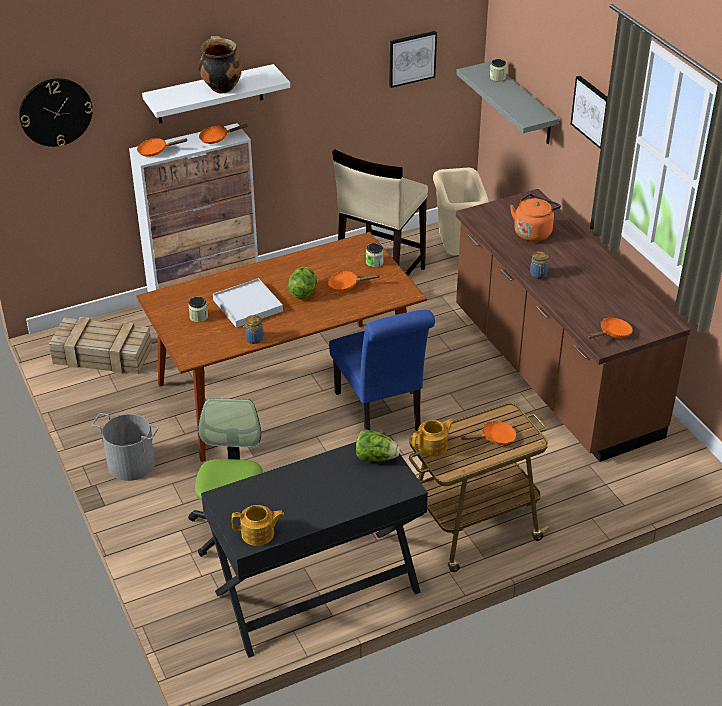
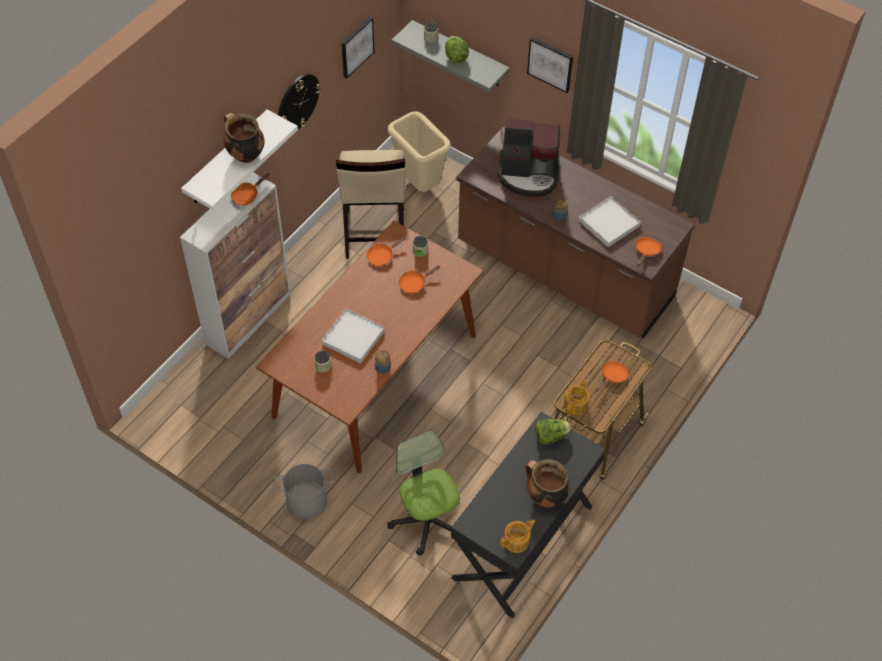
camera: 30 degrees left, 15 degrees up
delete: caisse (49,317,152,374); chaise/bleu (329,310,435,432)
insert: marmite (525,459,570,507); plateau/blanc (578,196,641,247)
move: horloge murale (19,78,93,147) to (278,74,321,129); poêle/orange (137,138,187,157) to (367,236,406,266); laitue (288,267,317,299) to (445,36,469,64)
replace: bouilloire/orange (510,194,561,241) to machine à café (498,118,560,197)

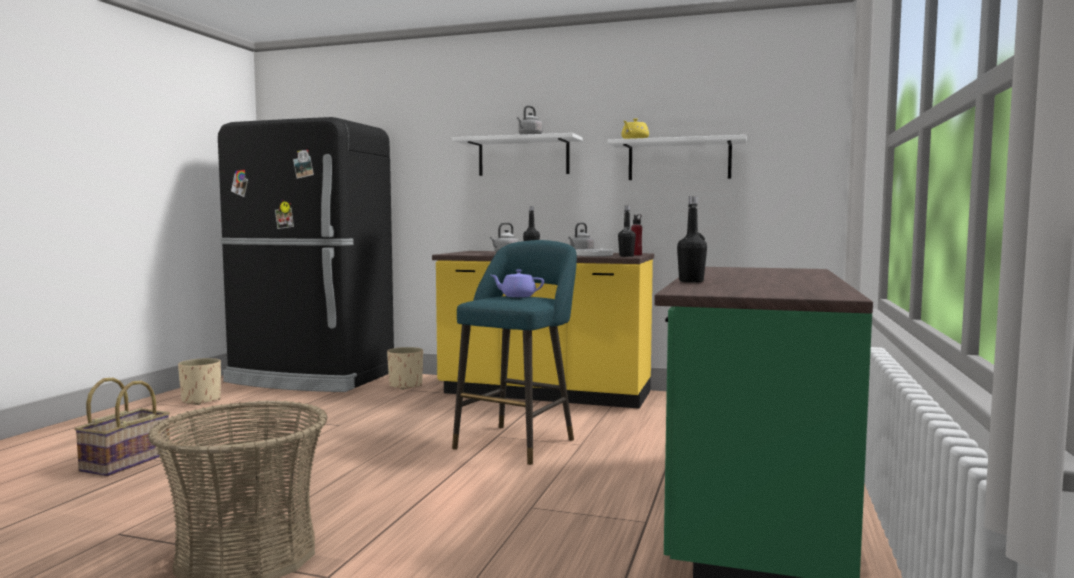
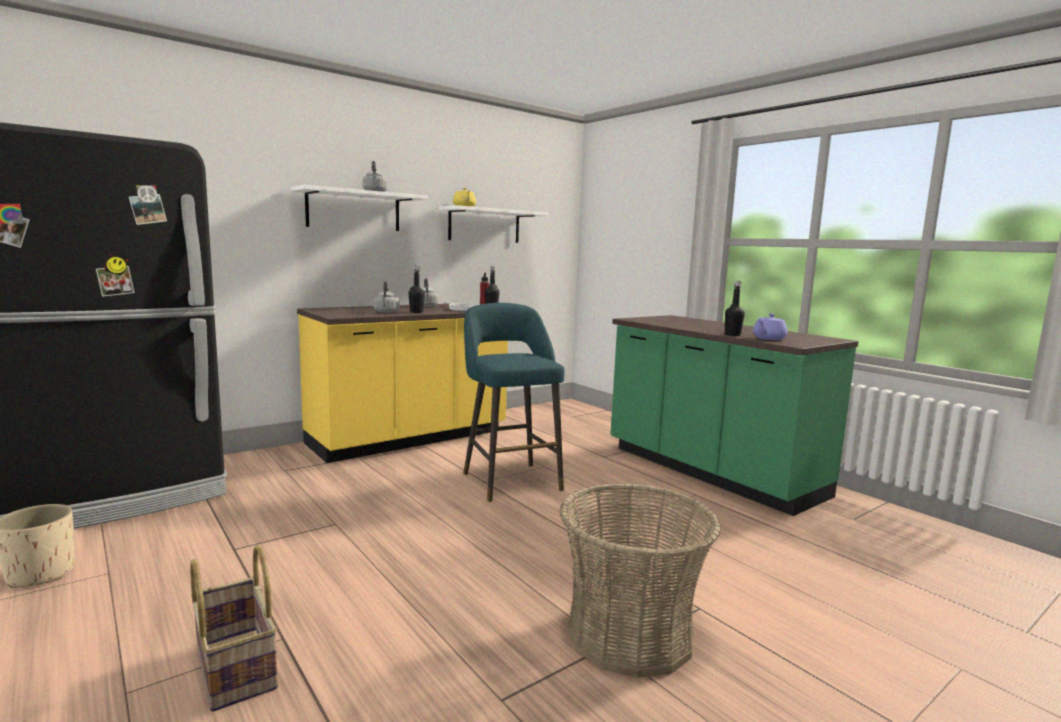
camera: 55 degrees left, 5 degrees up
delete: cache-pot/beige (387,347,423,390)
move: théière/violet (491,269,544,297) to (753,314,788,340)

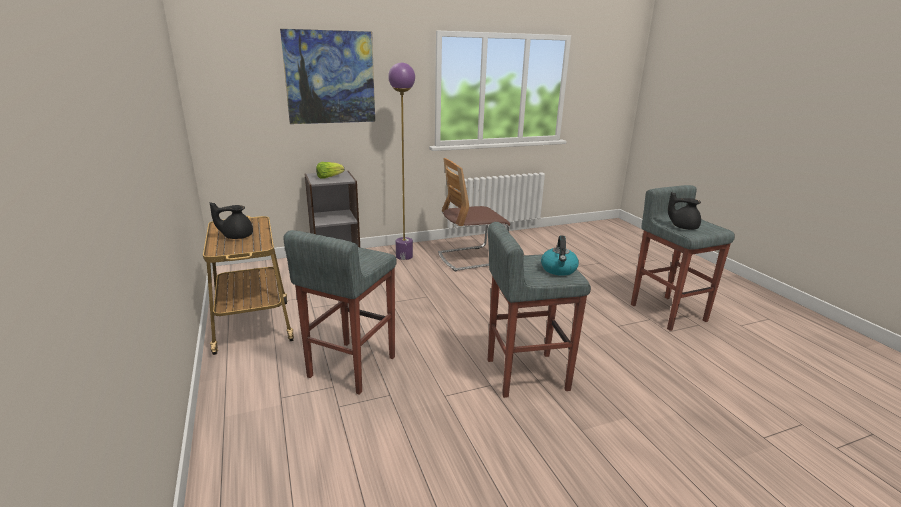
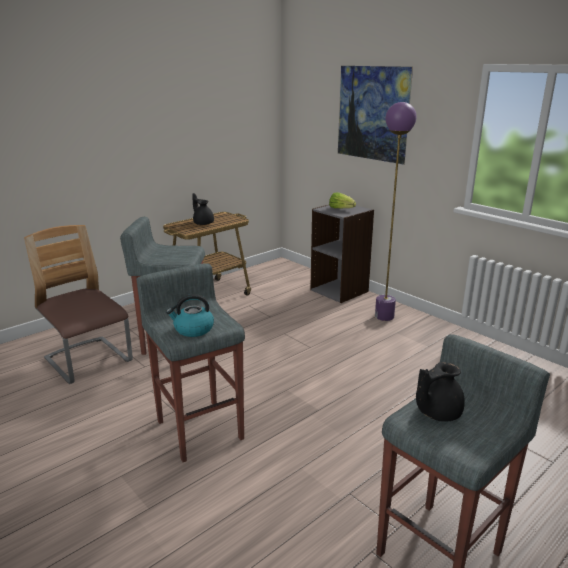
camera: 70 degrees right, 0 degrees up
move: chaise (438,158,510,271) to (24,225,133,384)
rotate: théière/noir (668,192,701,230) = (416,362,465,422) 120 degrees counterclockwise

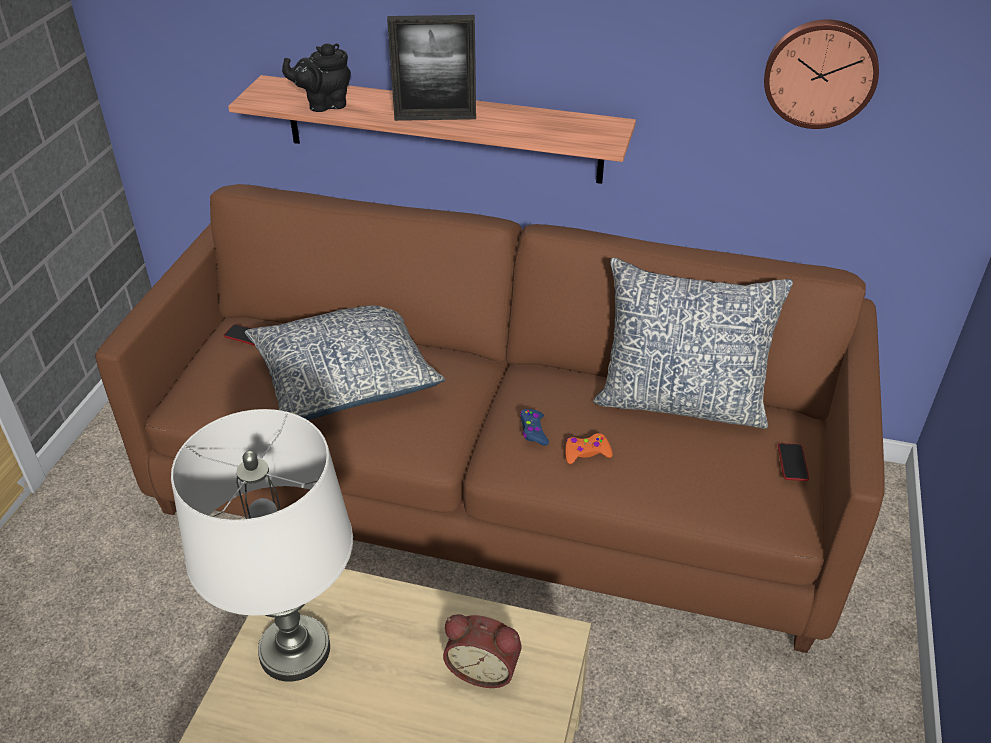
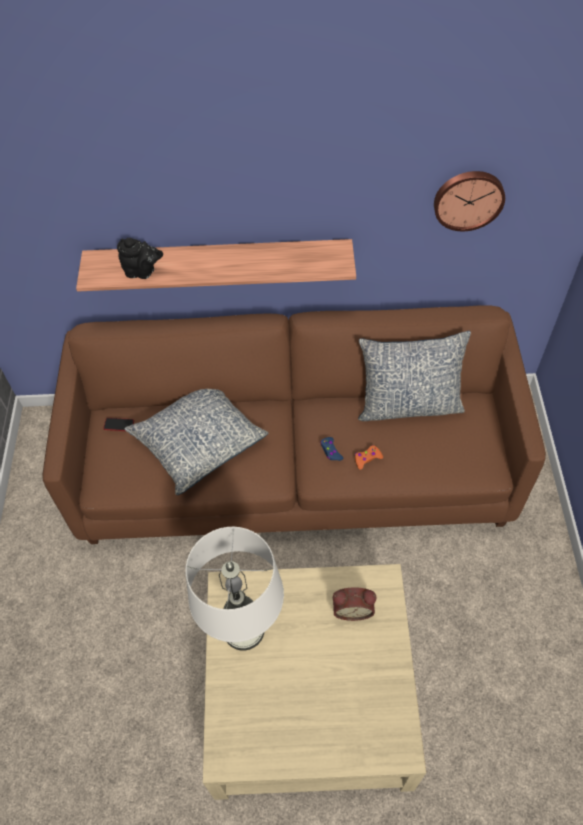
camera: 15 degrees left, 15 degrees up
delete: cadre photo (387,15,476,121); téléphone (778,443,809,481)
rotate: théière/noir (282,43,351,112) = (117,238,163,279) 135 degrees counterclockwise

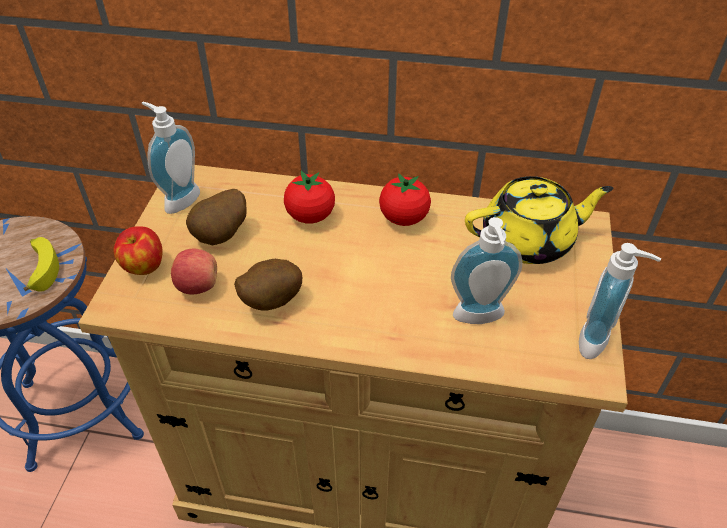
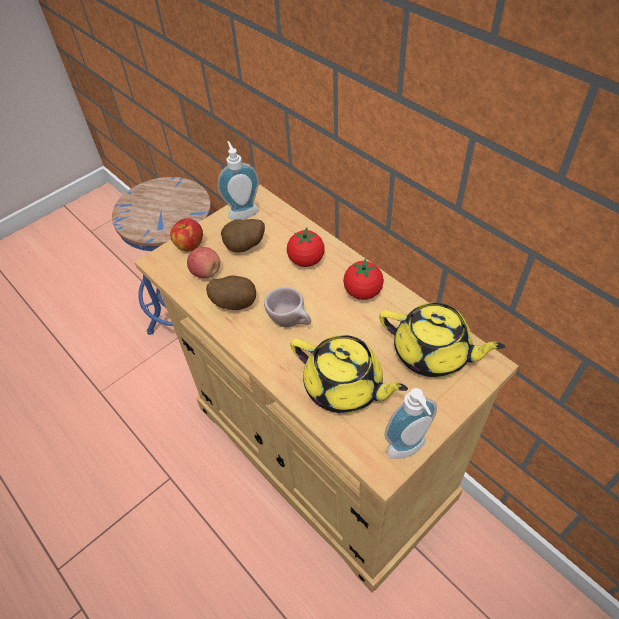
camera: 40 degrees right, 5 degrees up
delete: banane (24,237,59,292)
insert: tasse/beige (264,287,311,327)
replace: distributeur de savon (451,217,522,324) to théière/jaune (290,335,408,413)

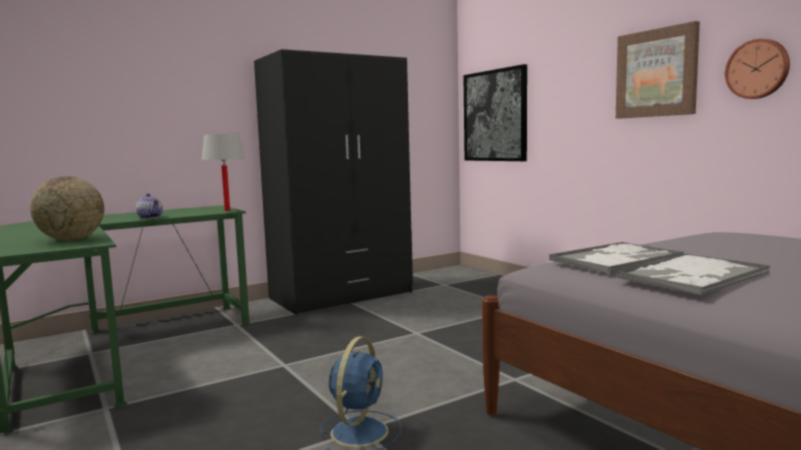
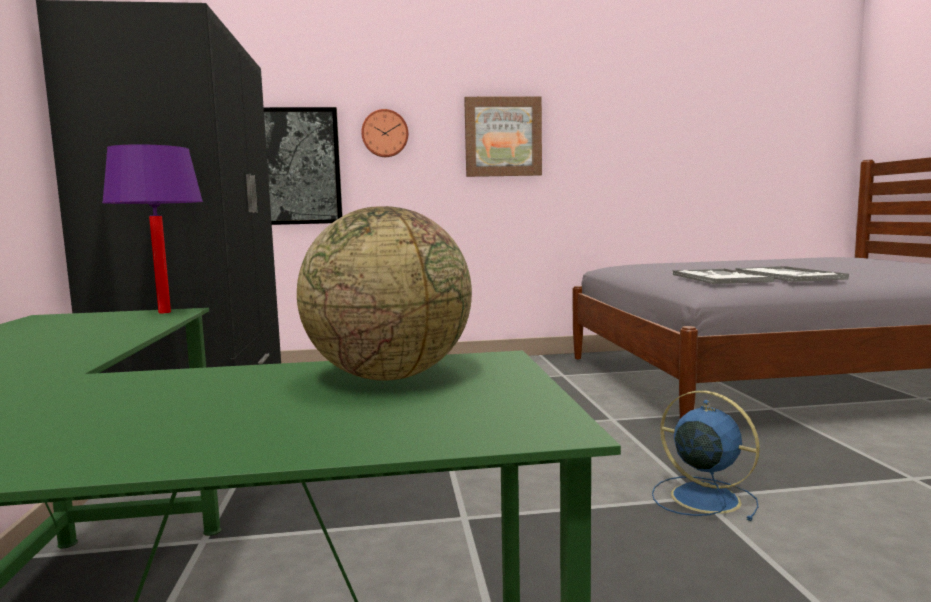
camera: 65 degrees left, 0 degrees up
delete: théière (136,193,163,219)
move: horloge murale (725,39,790,99) to (361,109,408,157)
recolor: lampe de table/blanc (201,134,245,211) to lampe de table/violet (102,144,203,314)

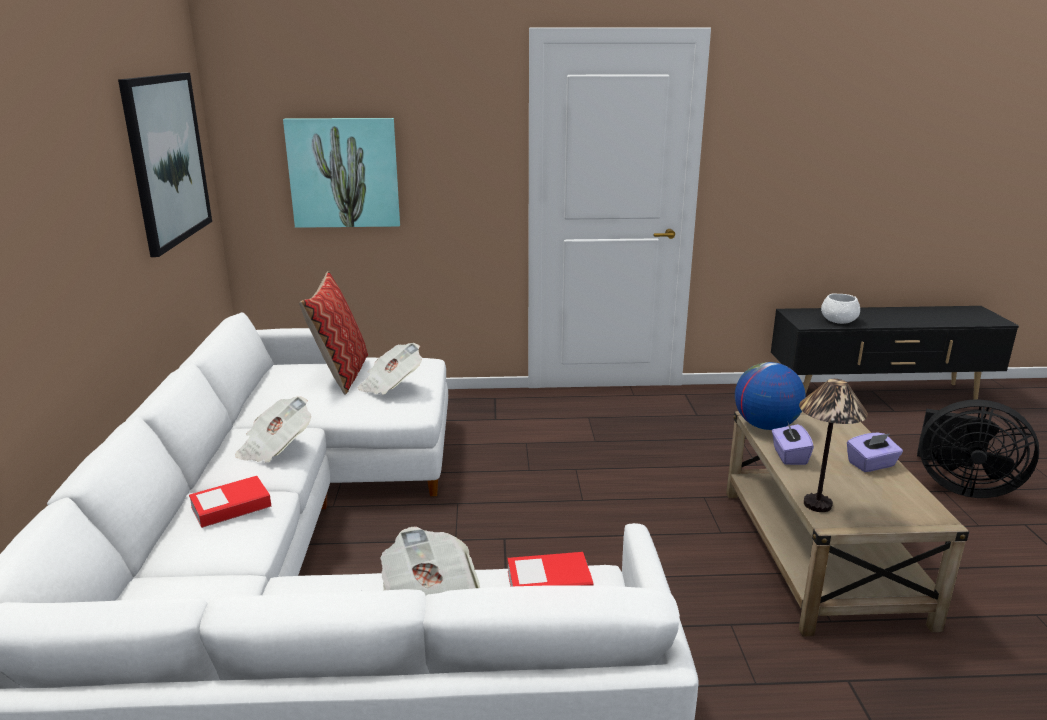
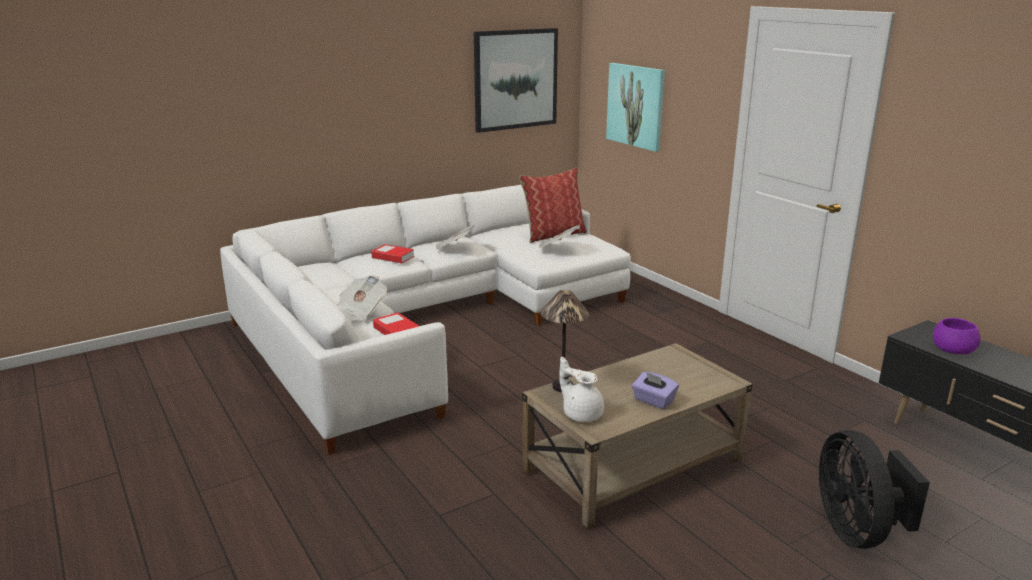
camera: 60 degrees right, 0 degrees up
delete: globe (735,362,806,430); boîte à mouchoirs/violet (772,421,814,465)
insert: théière/blanc (559,357,604,422)
recolor: bol/blanc (821,293,860,324) to bol/violet (933,318,981,354)

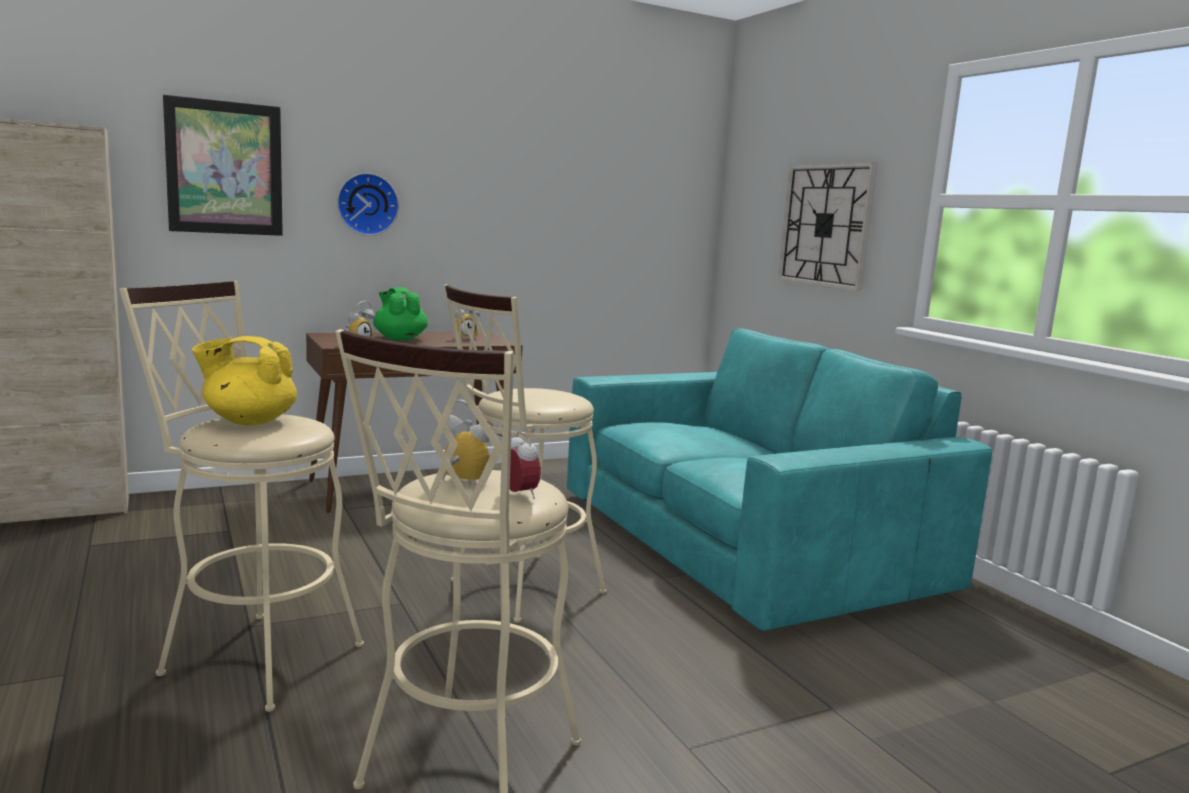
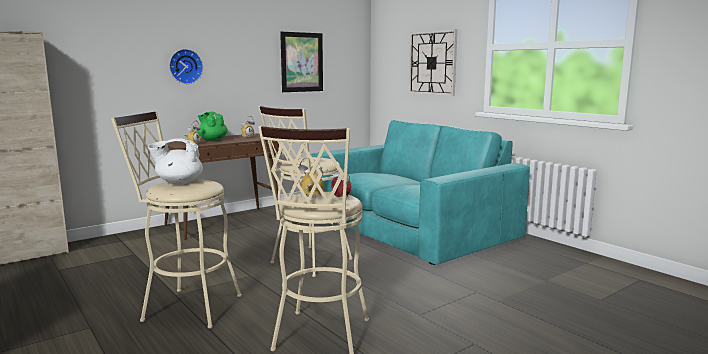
camera: 10 degrees left, 0 degrees up
move: tableau (163,95,283,236) to (280,32,323,92)
recolor: théière/jaune (192,336,297,425) to théière/blanc (148,139,203,185)

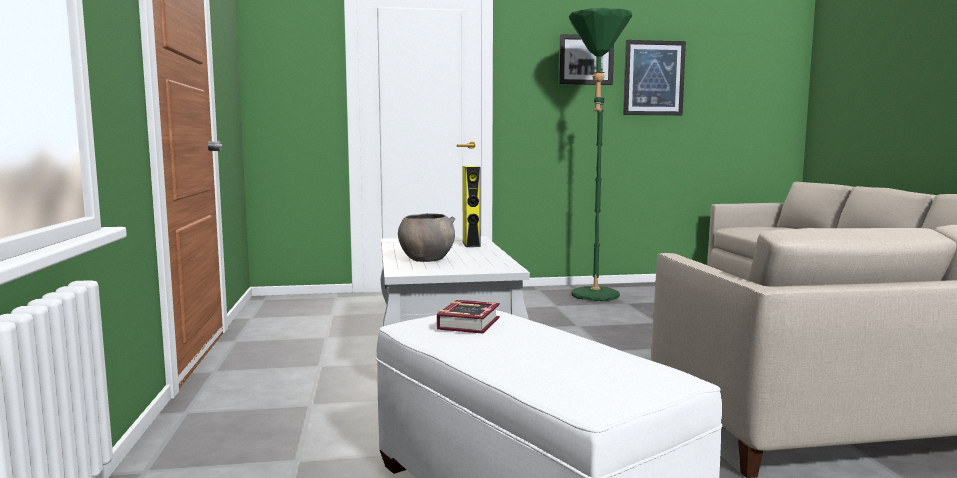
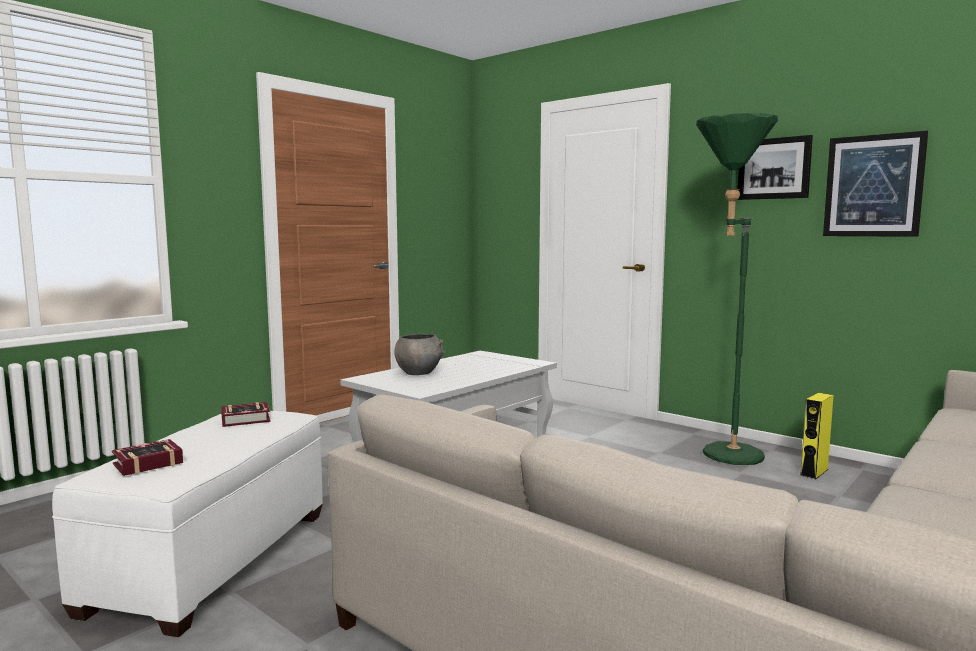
camera: 50 degrees right, 0 degrees up
insert: livre (112,439,183,476)
move: enceinte/jaune (462,166,481,247) to (800,393,834,479)

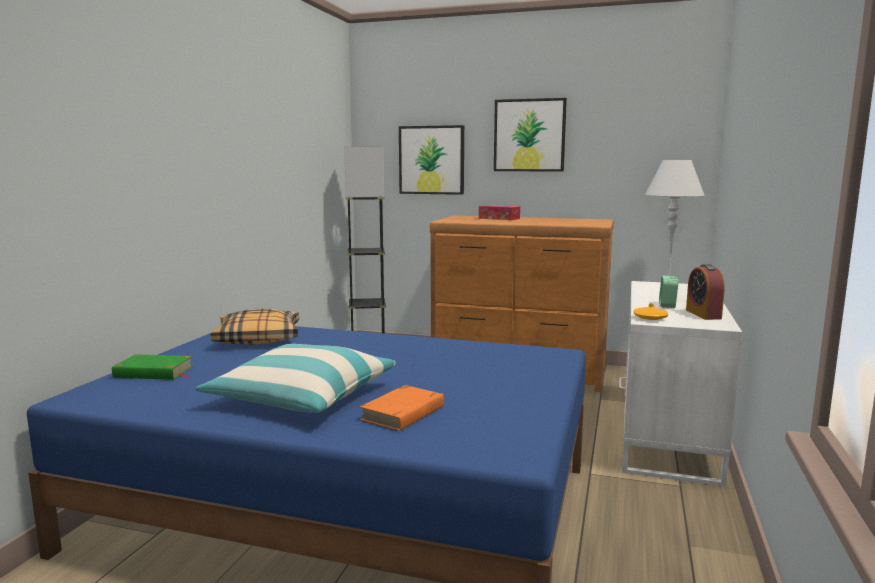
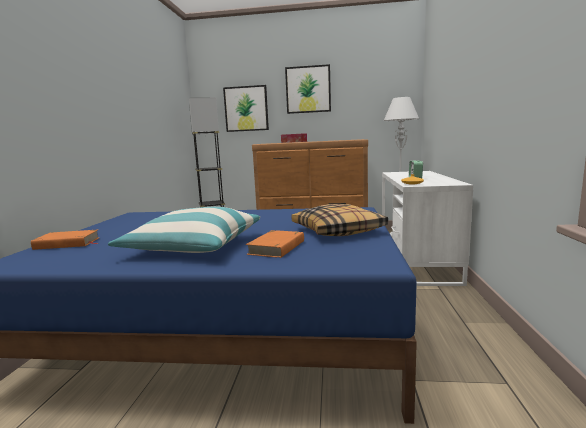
camera: 10 degrees left, 0 degrees up
delete: réveil (686,264,725,320)
move: coussin (211,308,299,345) to (291,204,388,236)
recolor: livre/vert (112,354,193,380) to livre/orange (31,230,100,250)

